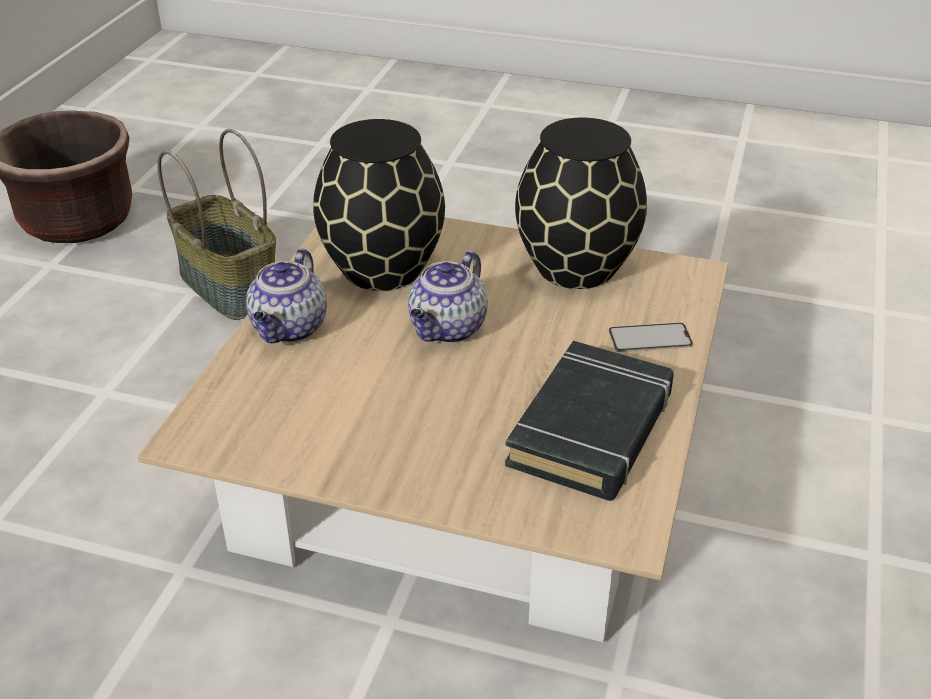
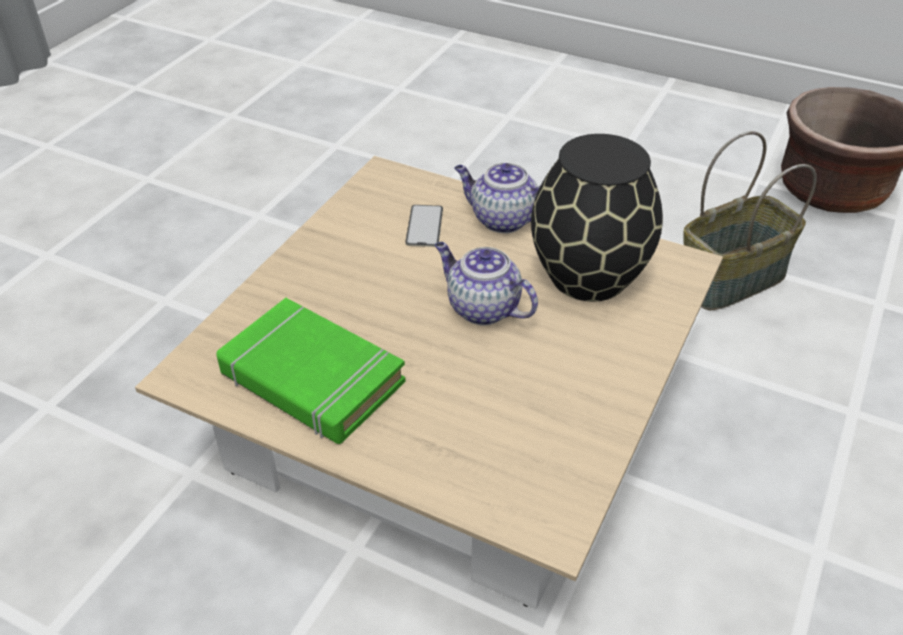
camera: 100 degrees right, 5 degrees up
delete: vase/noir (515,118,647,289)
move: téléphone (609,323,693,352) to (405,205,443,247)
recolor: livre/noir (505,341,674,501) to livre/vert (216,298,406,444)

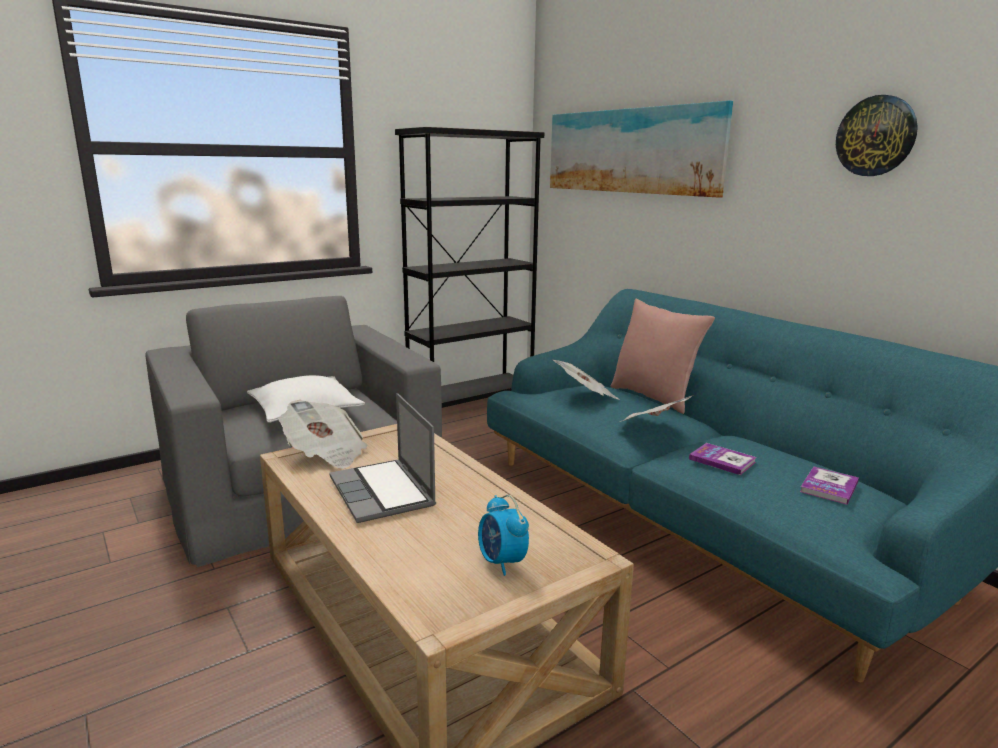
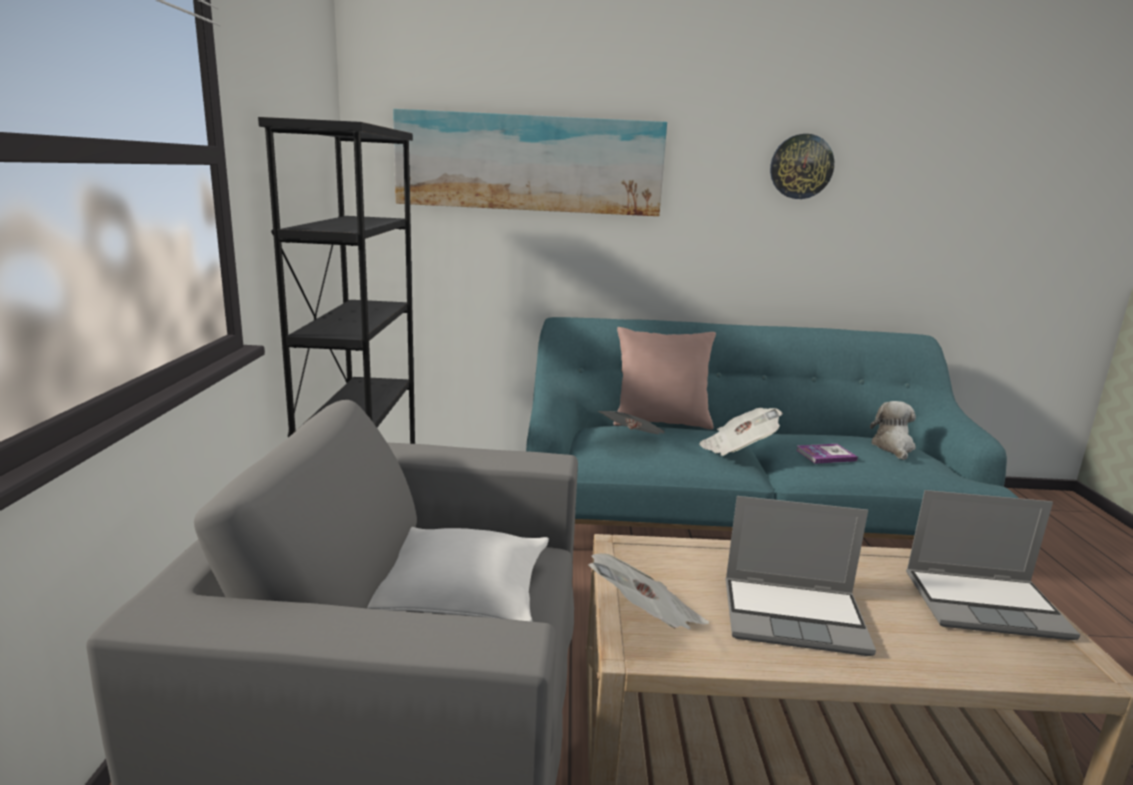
camera: 55 degrees left, 0 degrees up
replace: réveil (478,495,529,576) to ordinateur portable (906,490,1080,640); livre (800,467,859,505) to peluche (870,401,916,460)

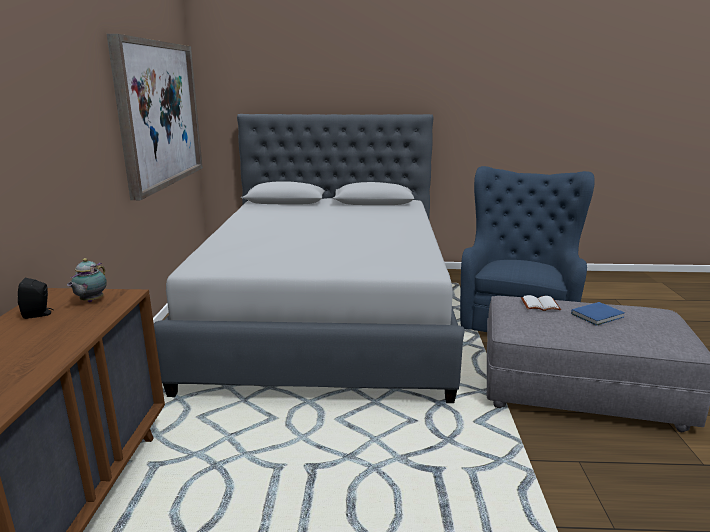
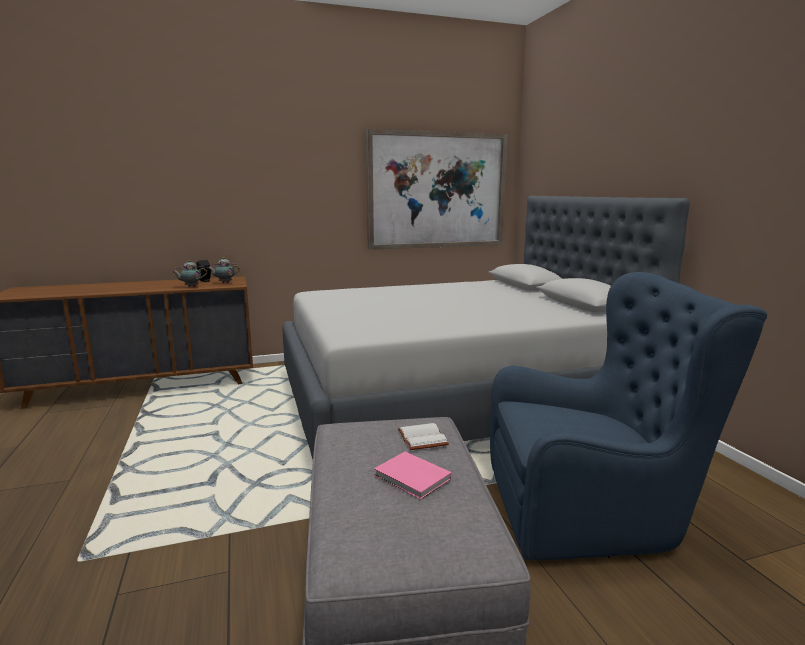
camera: 70 degrees right, 5 degrees down
insert: théière (172,260,207,287)
recolor: livre/bleu (571,302,625,326) to livre/rose (374,452,452,500)

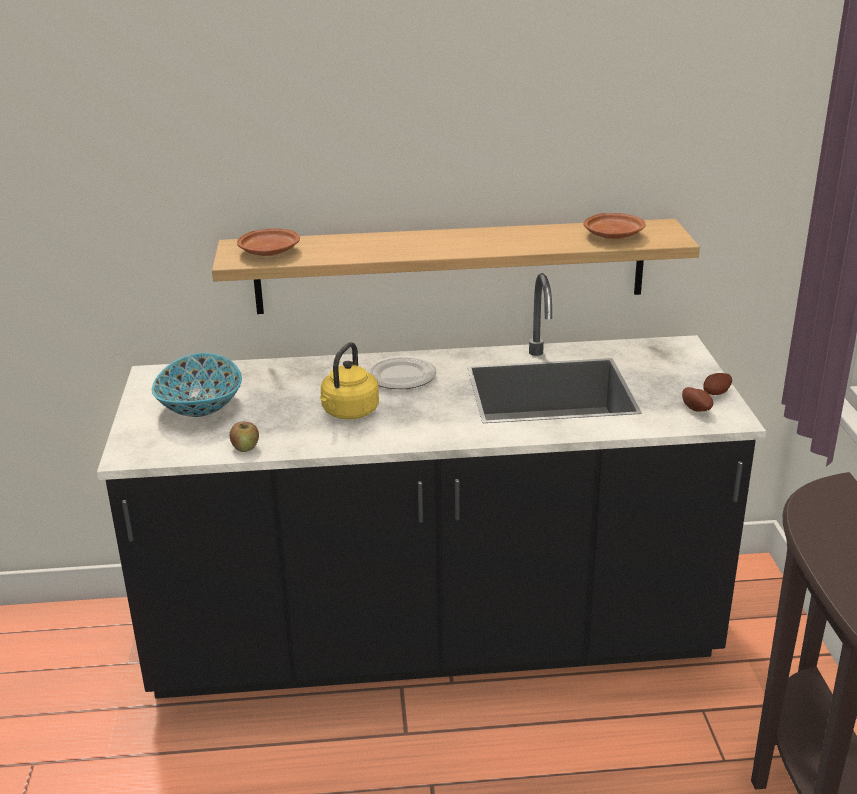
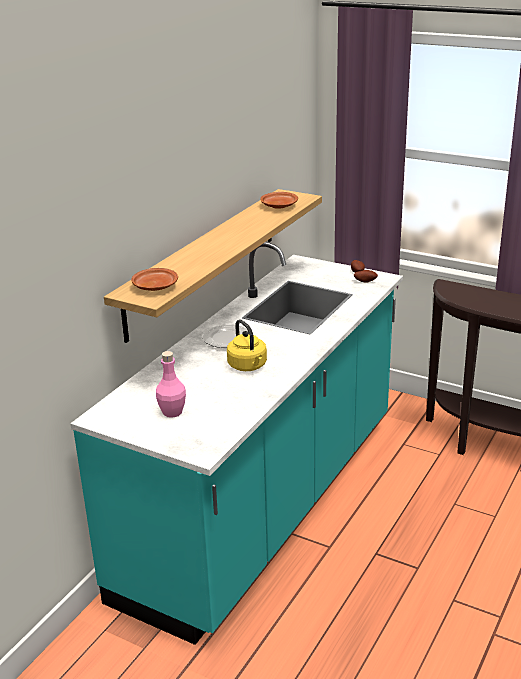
camera: 55 degrees left, 0 degrees up
delete: pomme (230,422,259,452)
replace: bol (152,353,242,417) to bouteille/rose (156,351,186,418)
recolor: comptoir de cuisine/noir (97,273,766,699) to comptoir de cuisine/turquoise (70,242,403,645)

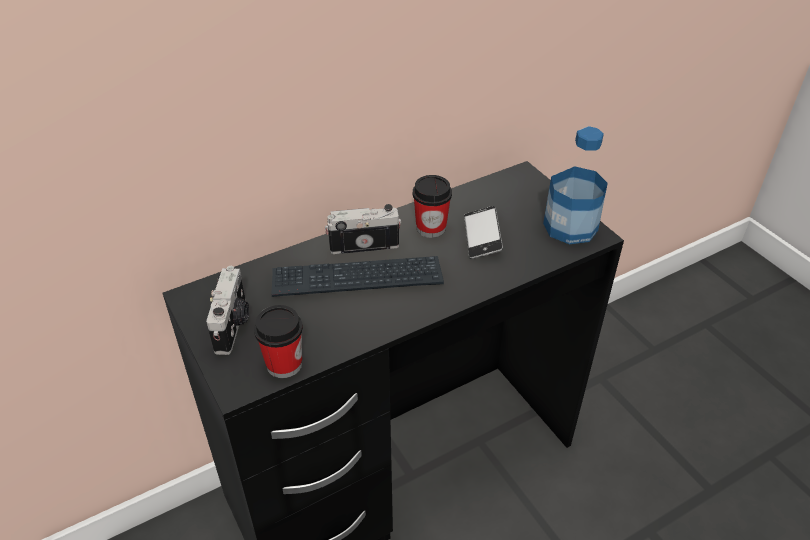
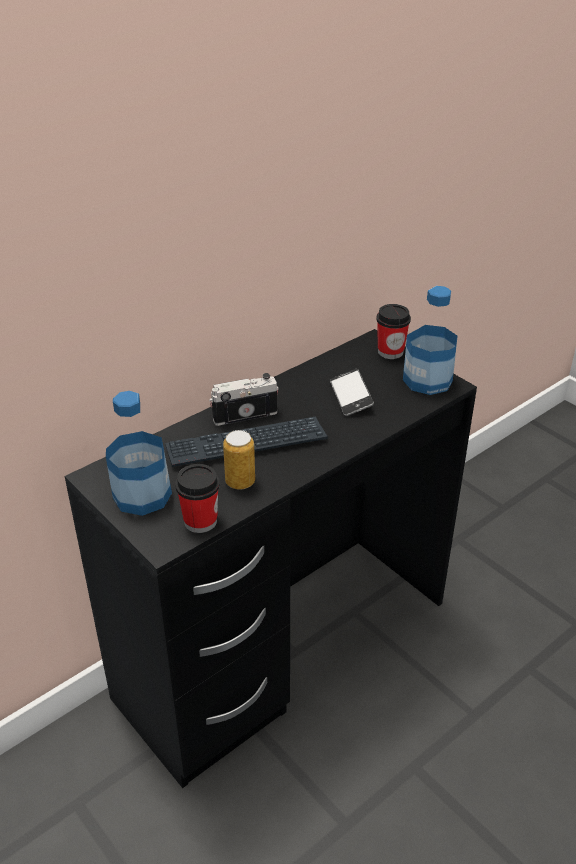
camera: 10 degrees left, 5 degrees down
insert: boîte métallique (223,430,255,490)
move: tasse (413,175,452,238) to (376,304,411,359)
replace: appareil photo (206,266,249,355) to bouteille (106,391,172,516)

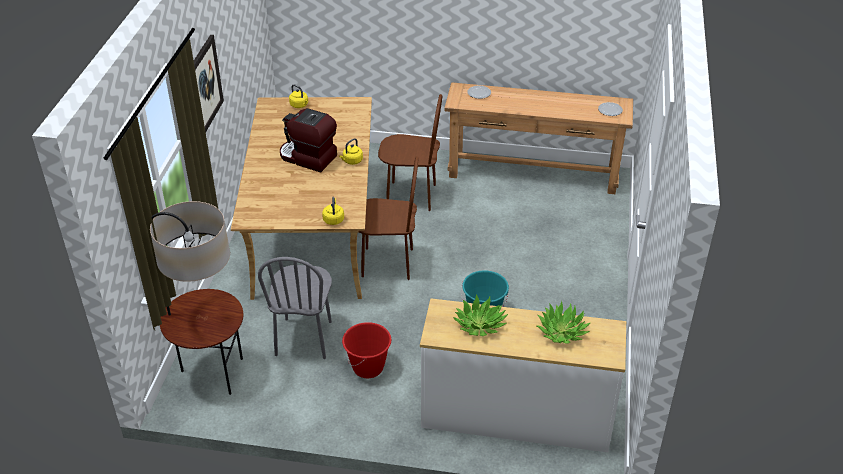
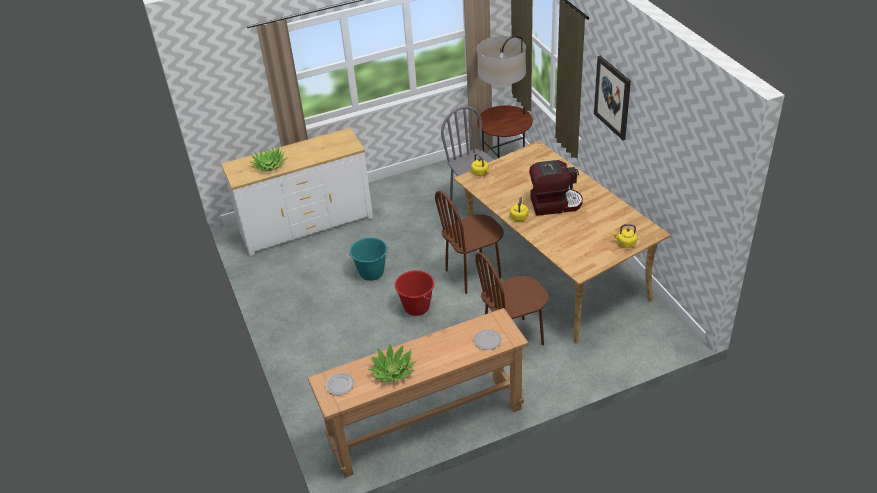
camera: 150 degrees right, 0 degrees up
move: seau/rouge (342,322,391,378) to (395,270,434,316); plante en pot (453,294,508,336) to (369,343,416,382)

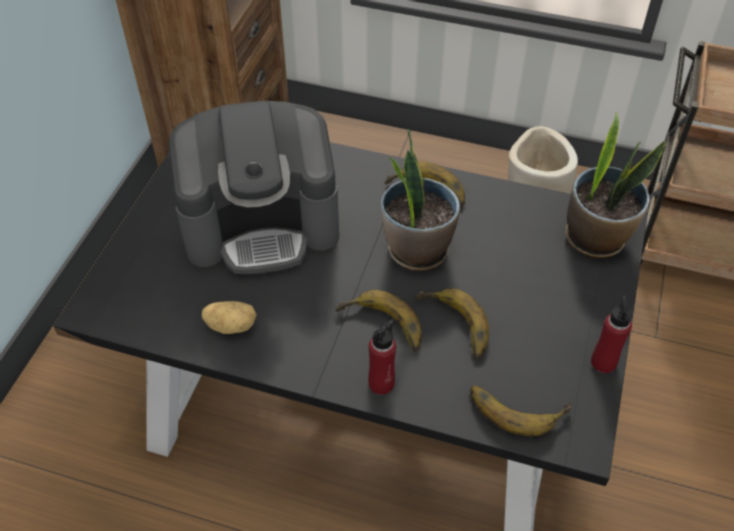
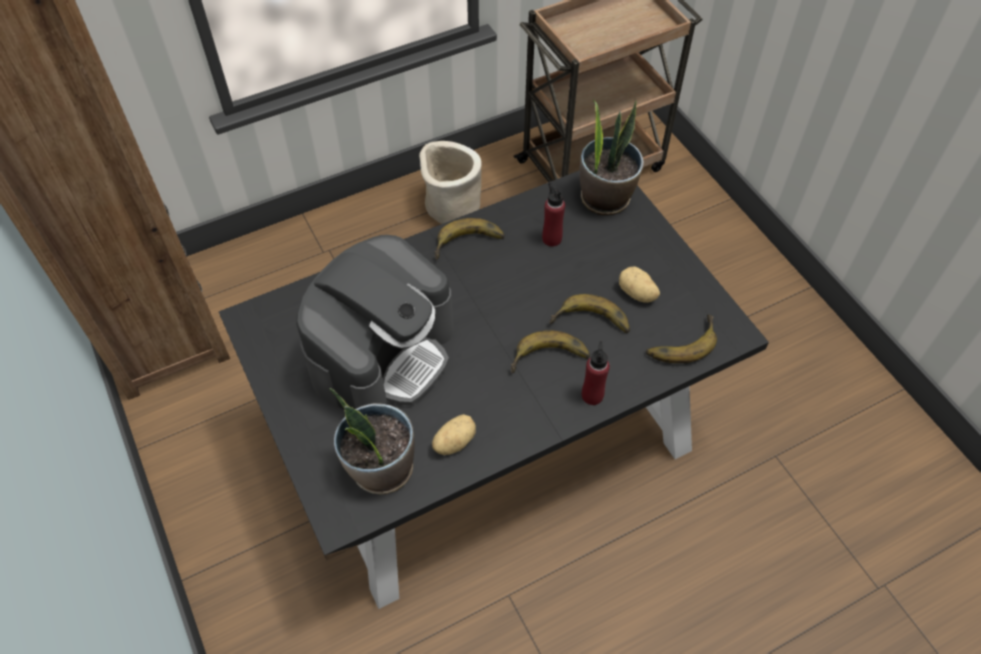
camera: 45 degrees left, 5 degrees up
insert: pomme de terre (619,266,660,303)
move: plante en pot (381,129,460,271) to (329,388,415,494); bouteille/rouge (591,295,632,373) to (542,183,565,247)

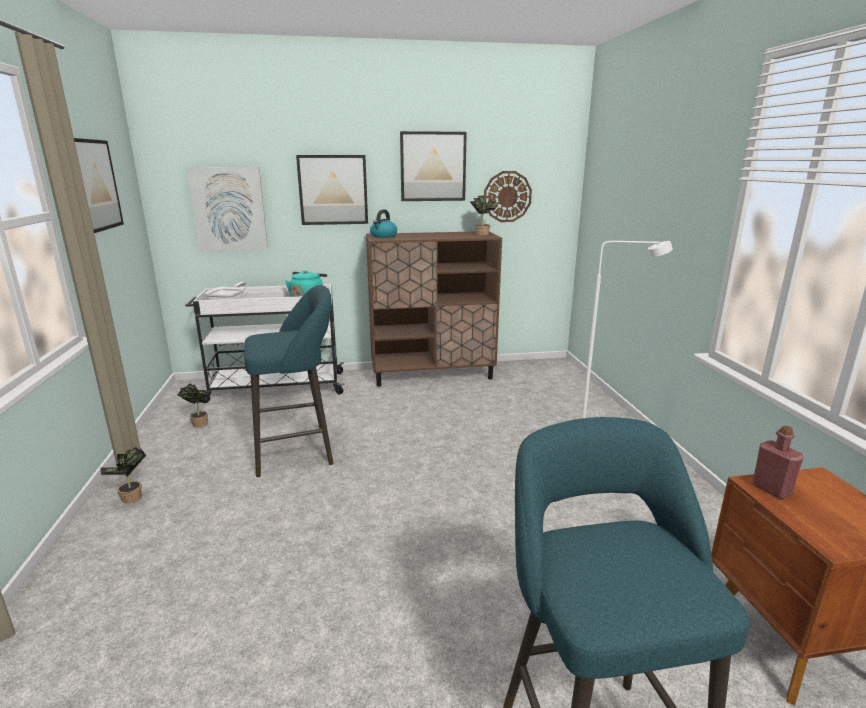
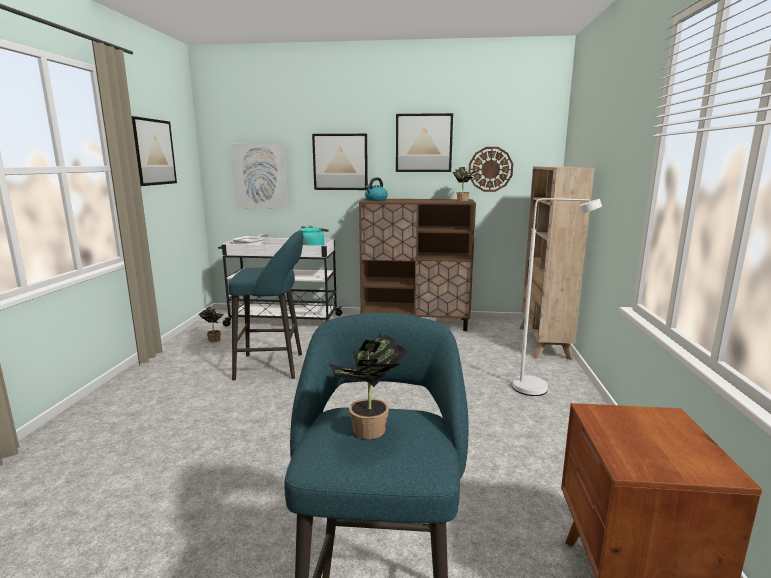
camera: 15 degrees right, 5 degrees down
delete: bouteille/rouge (752,426,804,499)
insert: bibliothèque/beige (519,166,594,360)
move: plante en pot (100,447,146,504) to (329,333,408,439)

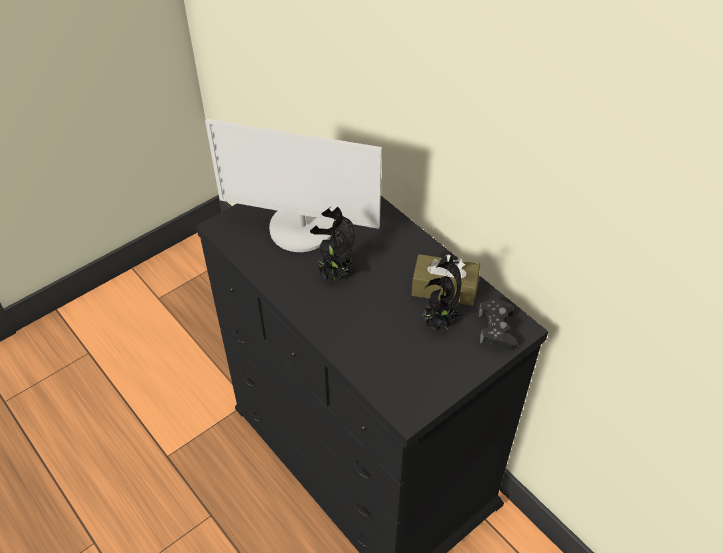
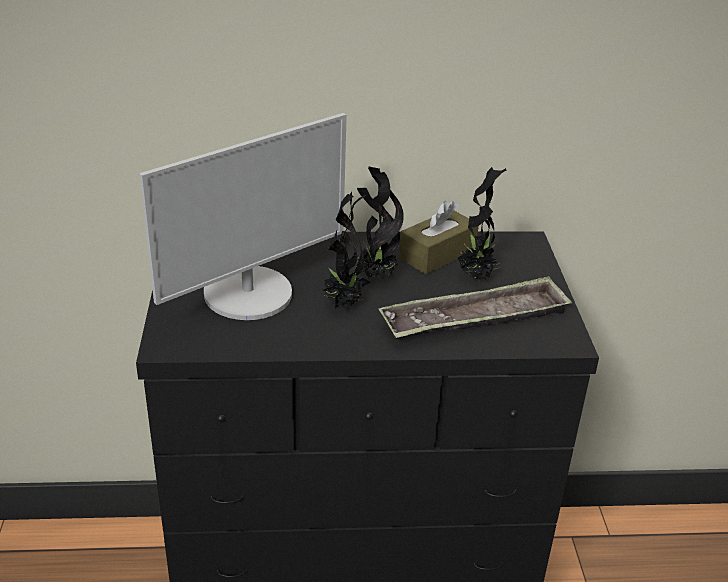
camera: 55 degrees left, 15 degrees down
delete: manette/noir (478,299,517,350)
insert: plante en pot (357,167,404,279); plateau (378,276,572,339)

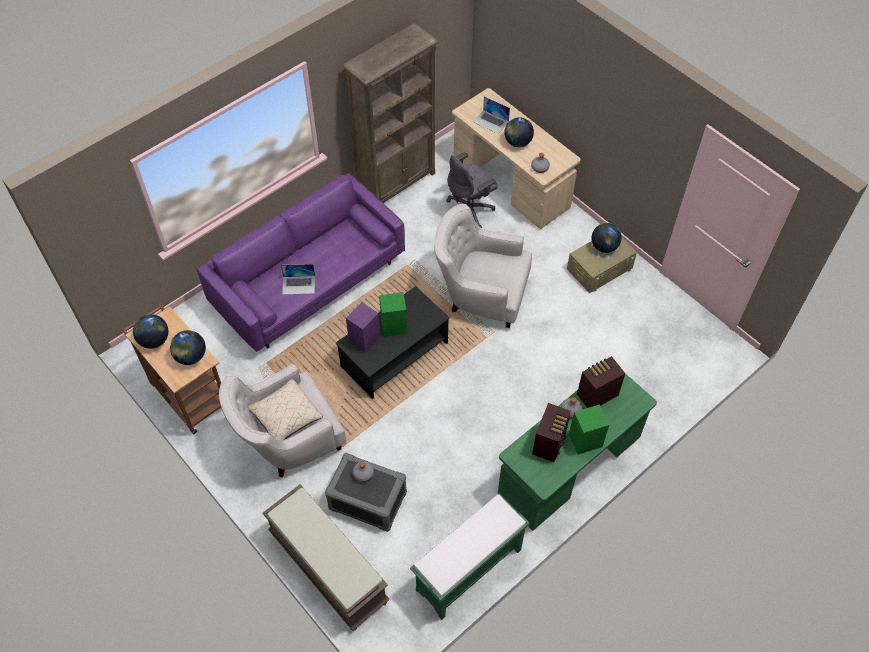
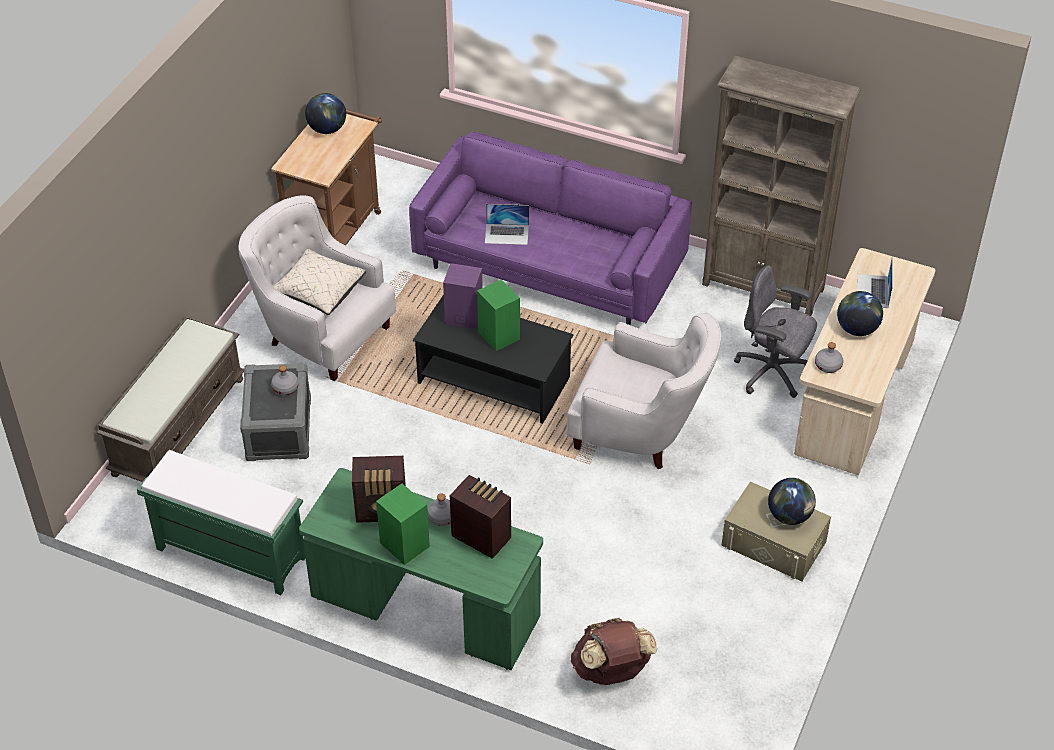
camera: 65 degrees right, 10 degrees down
delete: globe (170,330,206,365)
insert: sac à dos/marron (571,618,657,685)
rotate: ordinateur portable (281,264,315,295) = (485,204,529,245) 60 degrees counterclockwise; fauteuil/blanc (434,204,532,328) = (567,313,721,469) 120 degrees clockwise

